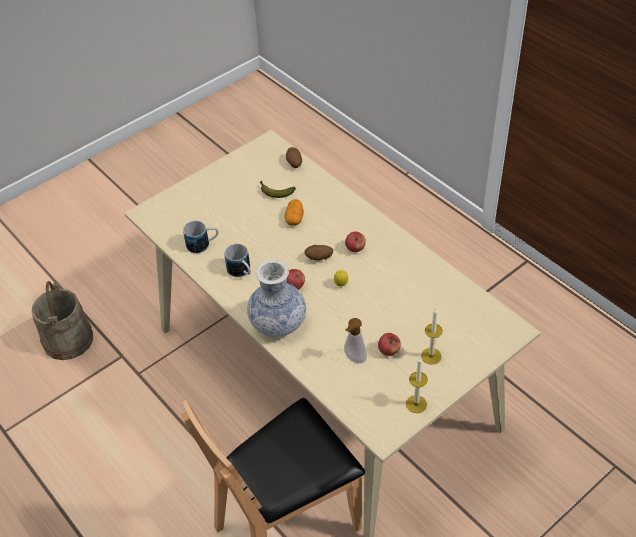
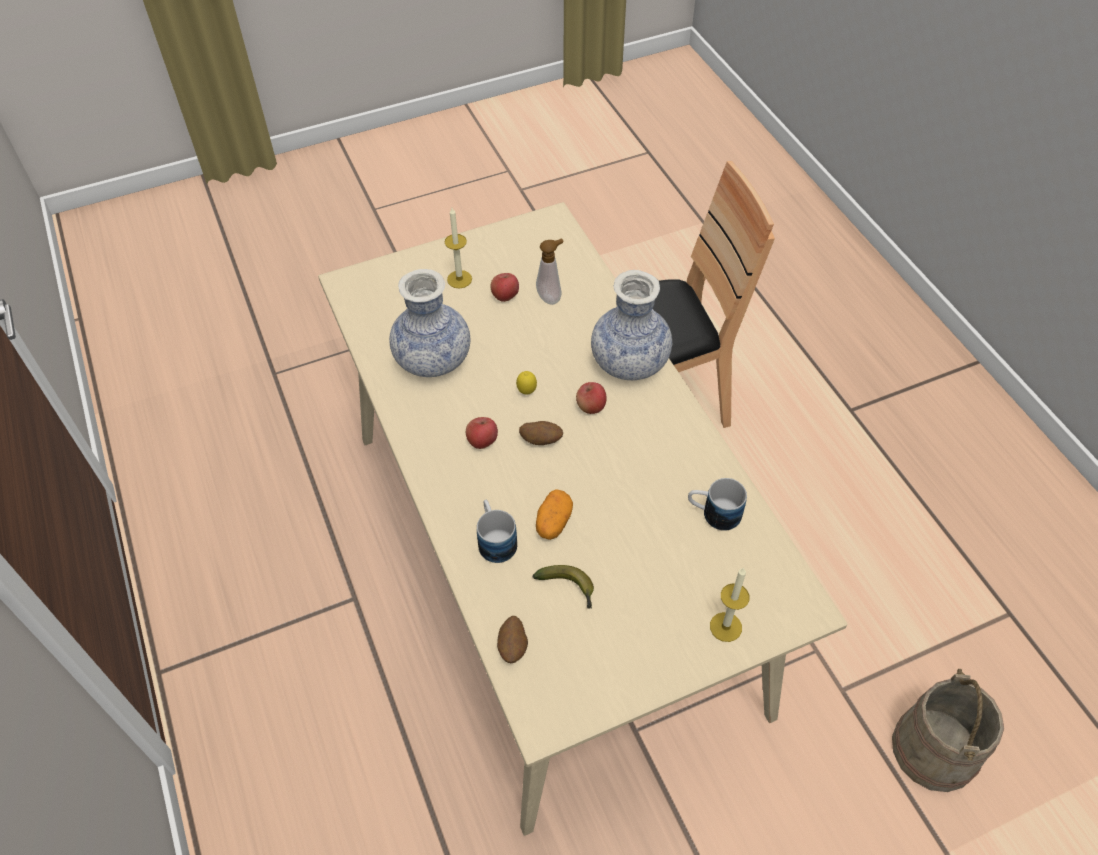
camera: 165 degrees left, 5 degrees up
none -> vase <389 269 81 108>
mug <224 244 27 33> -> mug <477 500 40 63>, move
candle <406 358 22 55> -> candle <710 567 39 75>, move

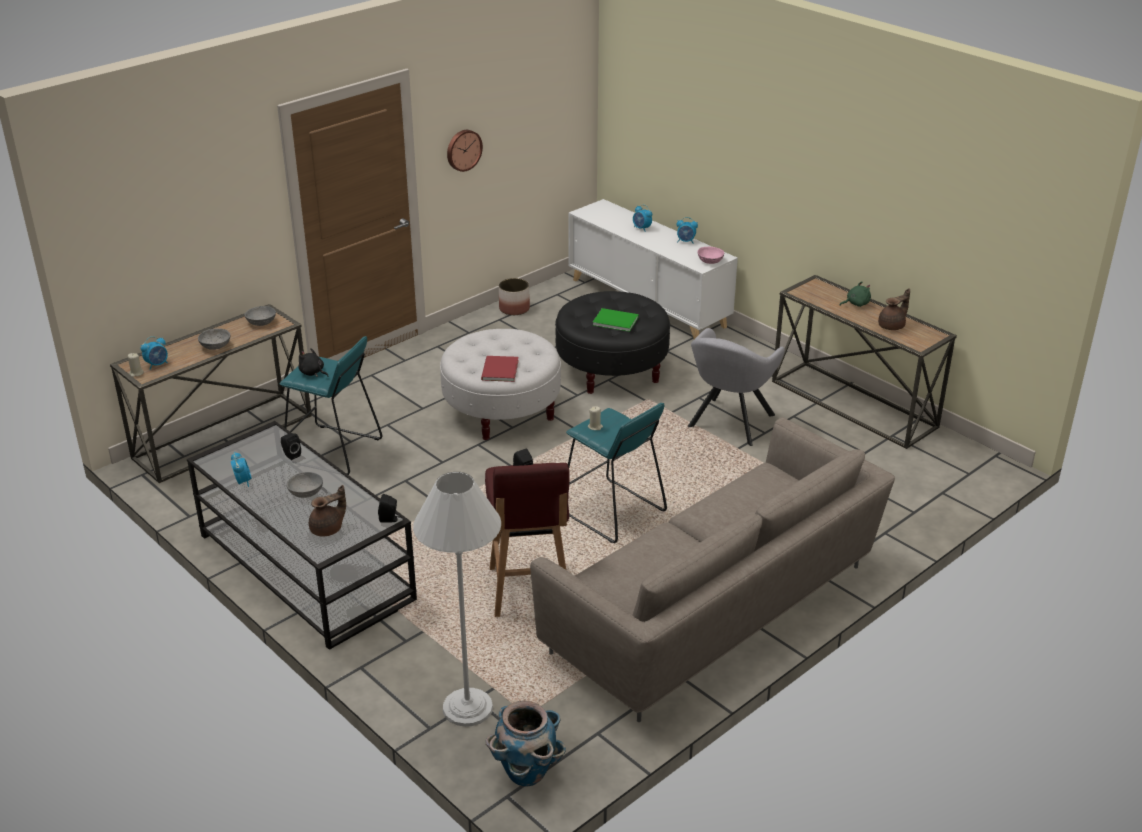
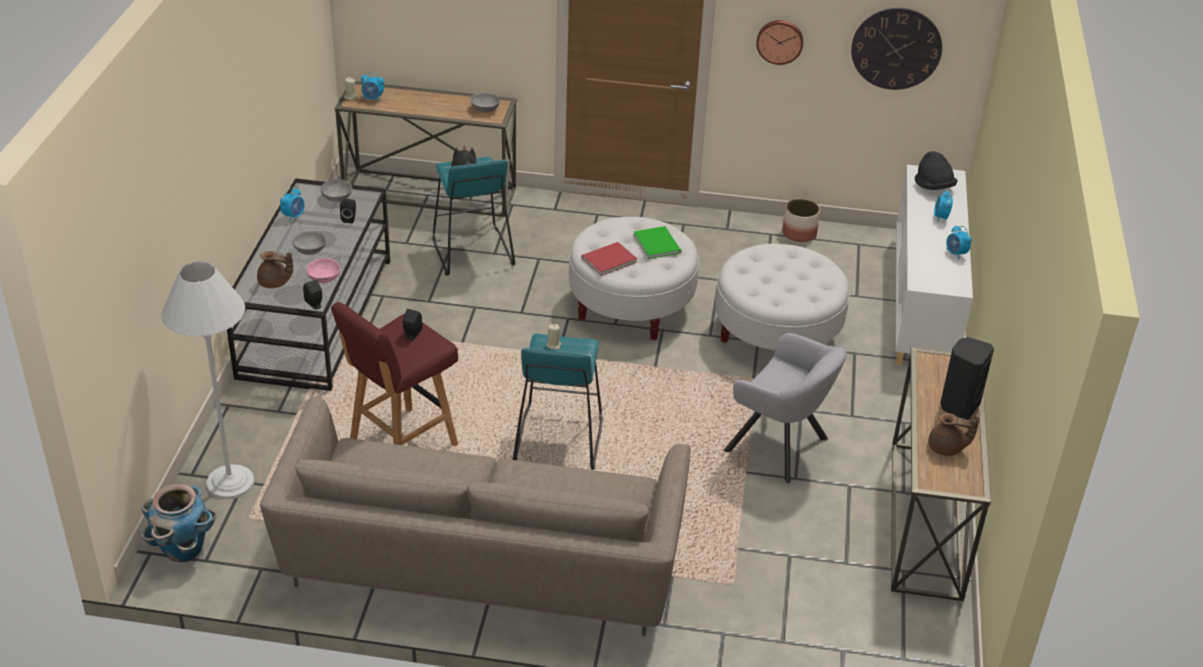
camera: 50 degrees right, 5 degrees up
none -> wall clock <851 8 91 82>
none -> hat (black) <915 151 43 39>
bowl (grey) <198 328 33 22> -> bowl (grey) <320 179 32 23>, move
book (green) <593 308 46 24> -> book (green) <634 226 47 33>, move
bowl (pink) <698 247 26 17> -> bowl (pink) <306 258 35 25>, move
plush toy (green) <839 281 32 26> -> speaker (black) <940 337 54 83>
ottoman (black) <555 291 115 103> -> ottoman (white) <715 244 135 106>
armchair (grey) <688 328 97 118> -> armchair (grey) <723 333 124 150>, 135 degrees counterclockwise

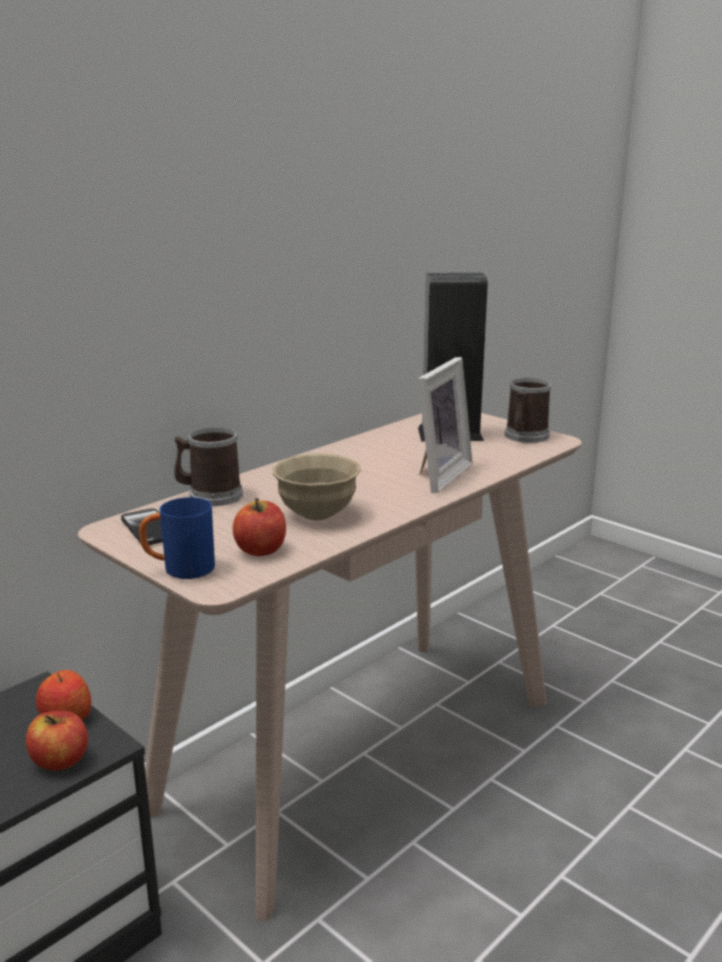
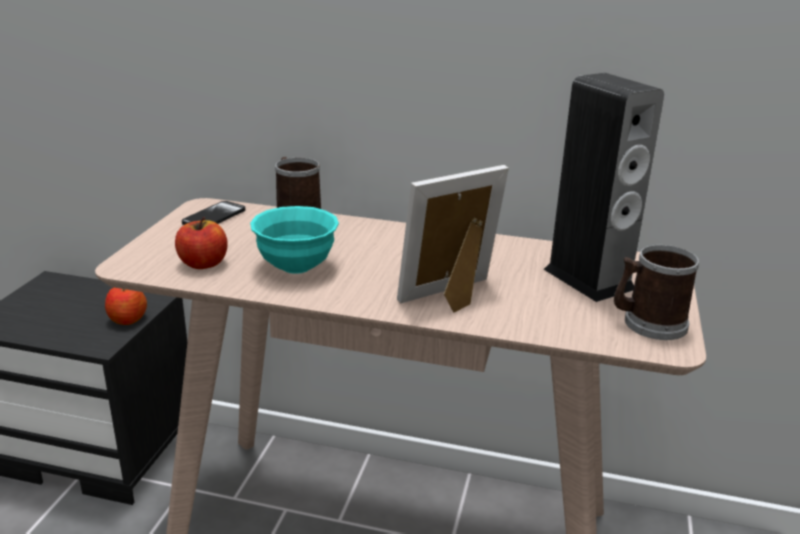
camera: 60 degrees right, 5 degrees up
apple <26 711 62 60> -> none
mug (blue) <139 497 76 82> -> none
bowl (beige) <273 453 88 68> -> bowl (turquoise) <250 206 89 68>
picture frame <418 357 55 136> -> picture frame <397 165 112 148>, 150 degrees clockwise

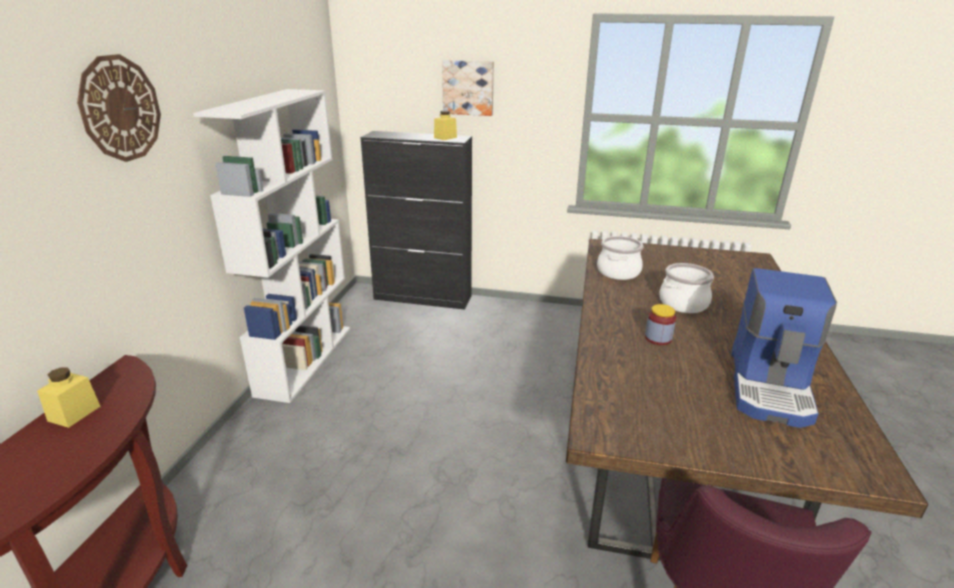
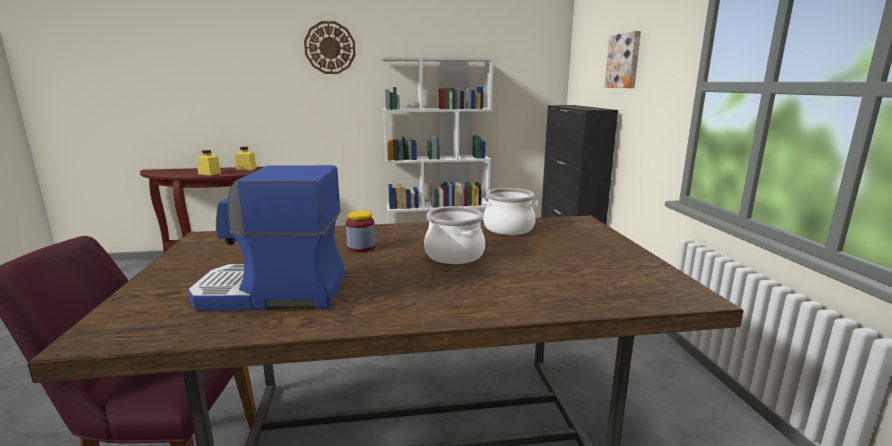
camera: 70 degrees right, 10 degrees down
jar (yellow) <434 111 23 29> -> jar (yellow) <197 150 24 25>, move

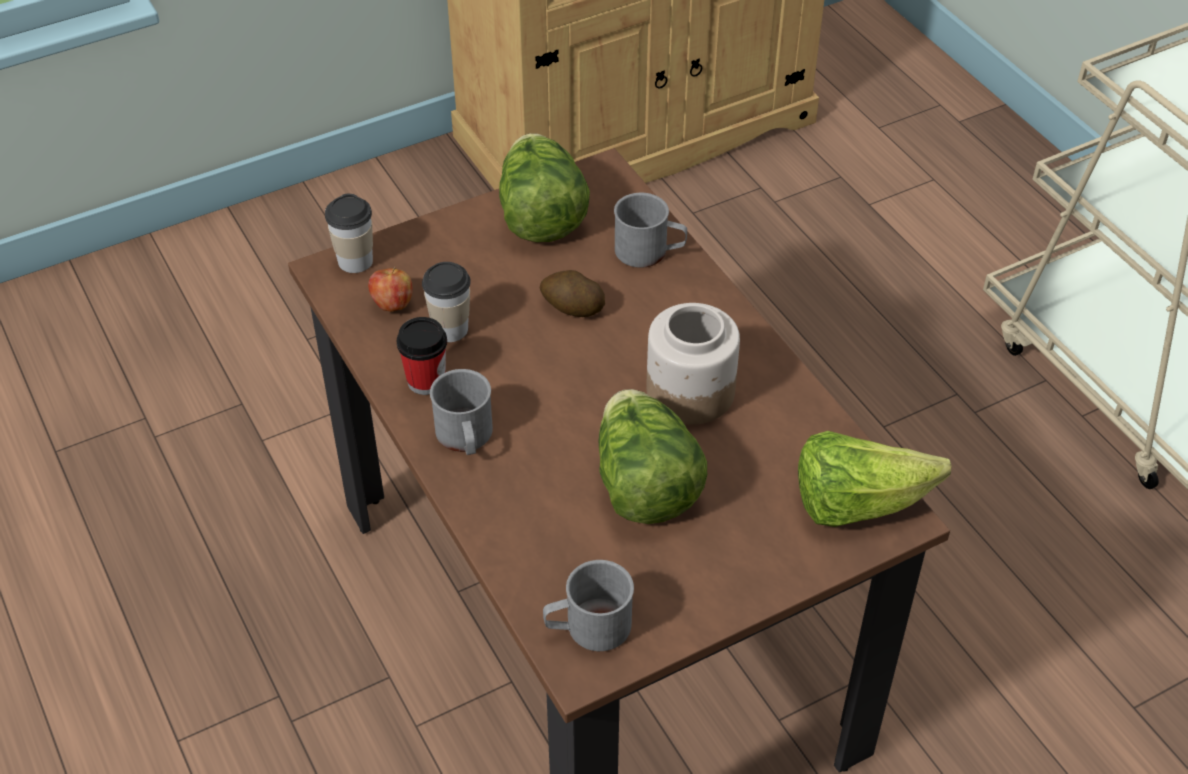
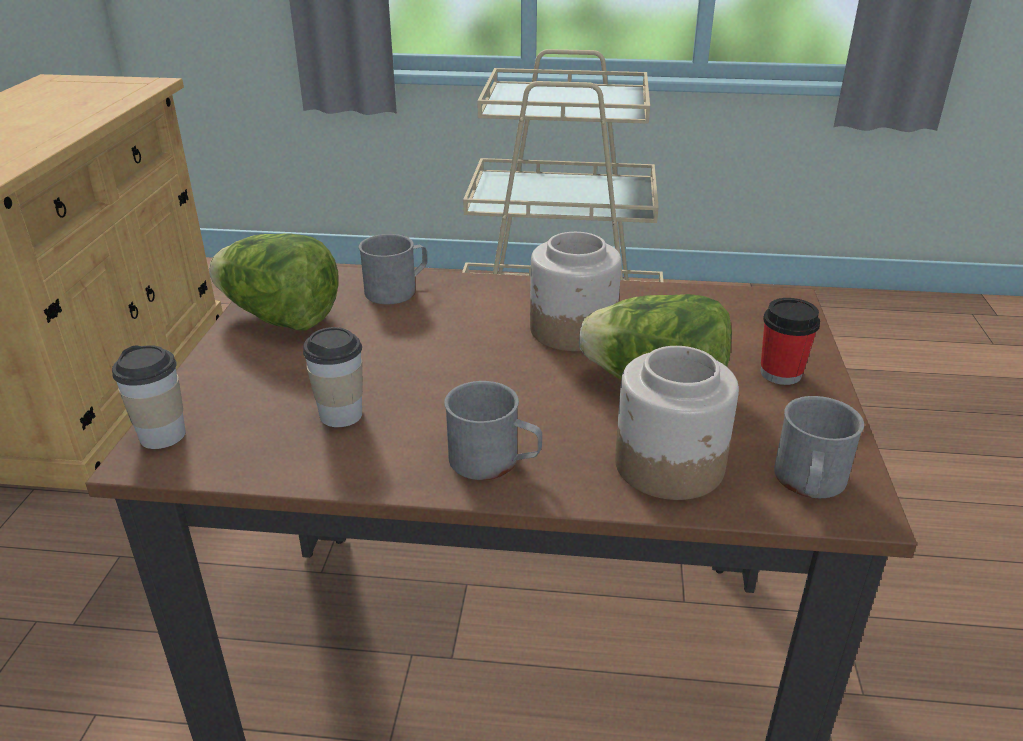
camera: 55 degrees left, 15 degrees down
apple <368 266 45 46> -> none
potato <540 270 65 47> -> none
lettuce <798 431 153 96> -> none
none -> jar <615 346 124 154>
cup <396 317 51 78> -> cup <760 298 60 87>, move

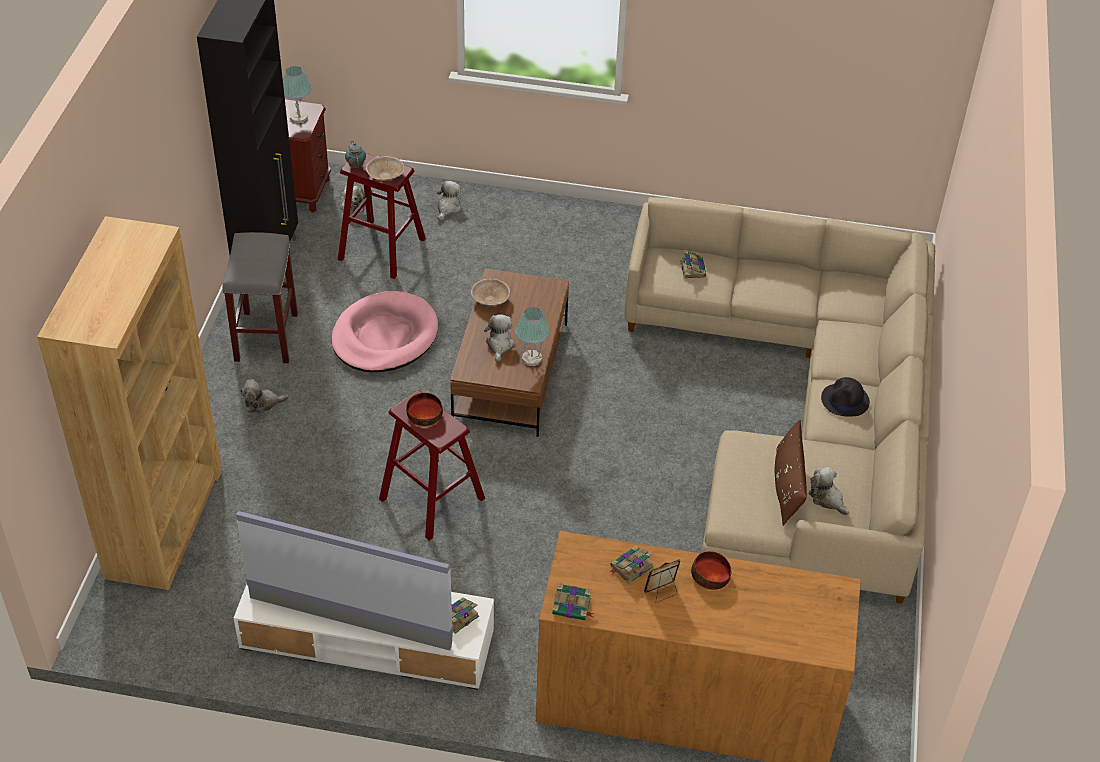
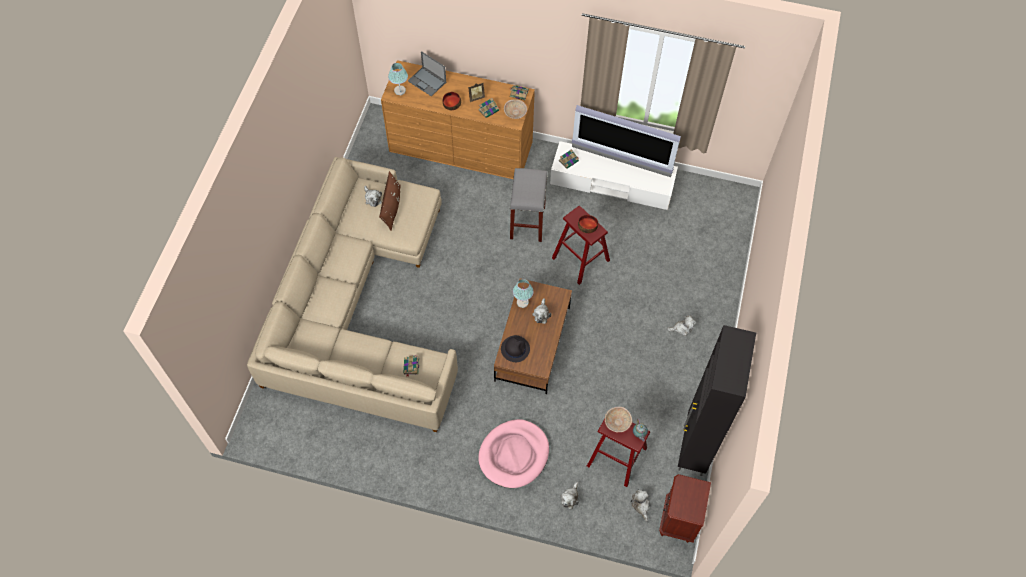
camera: 175 degrees left, 15 degrees up
bookcase (brown) <37 216 185 374> -> none
none -> laptop <408 51 38 45>
stool (grey) <222 232 76 131> -> stool (grey) <510 168 38 74>, move
table lamp <283 66 28 57> -> table lamp <388 63 20 32>, move
dog bed (pink) <331 291 107 81> -> dog bed (pink) <478 419 71 69>, move
bowl (beige) <471 278 39 27> -> bowl (beige) <504 99 23 20>, move
hat (black) <821 377 49 40> -> hat (black) <501 335 29 27>, move

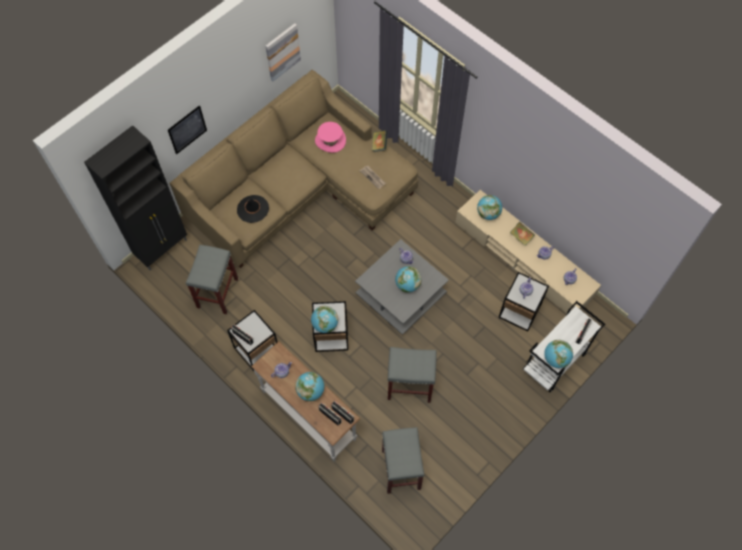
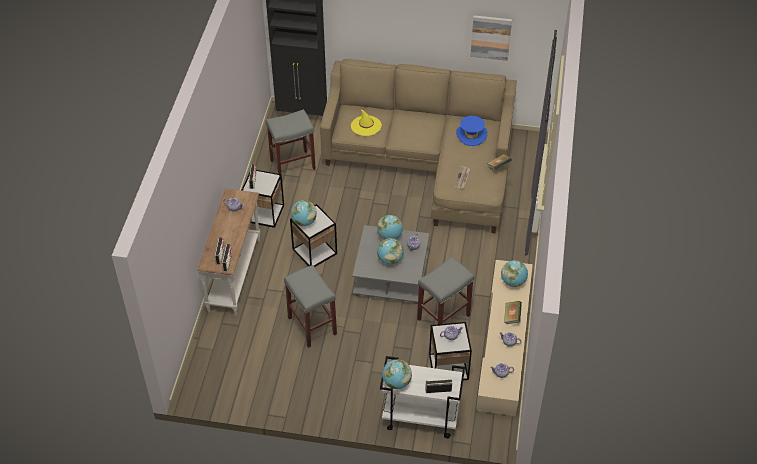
camera: 55 degrees right, 15 degrees down
picture <168 105 39 49> -> none
globe <295 372 29 29> -> globe <377 215 26 25>, move
stool (grey) <382 427 43 67> -> stool (grey) <417 257 57 67>, move
hat (black) <237 195 32 28> -> hat (yellow) <351 109 31 27>
hat (pink) <315 122 31 31> -> hat (blue) <456 116 31 30>

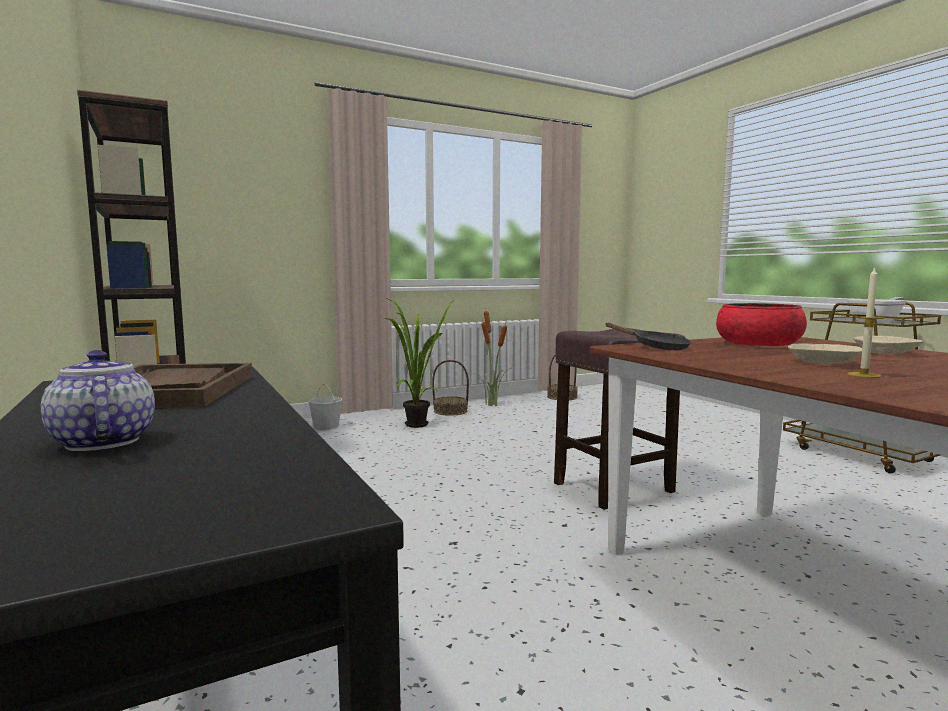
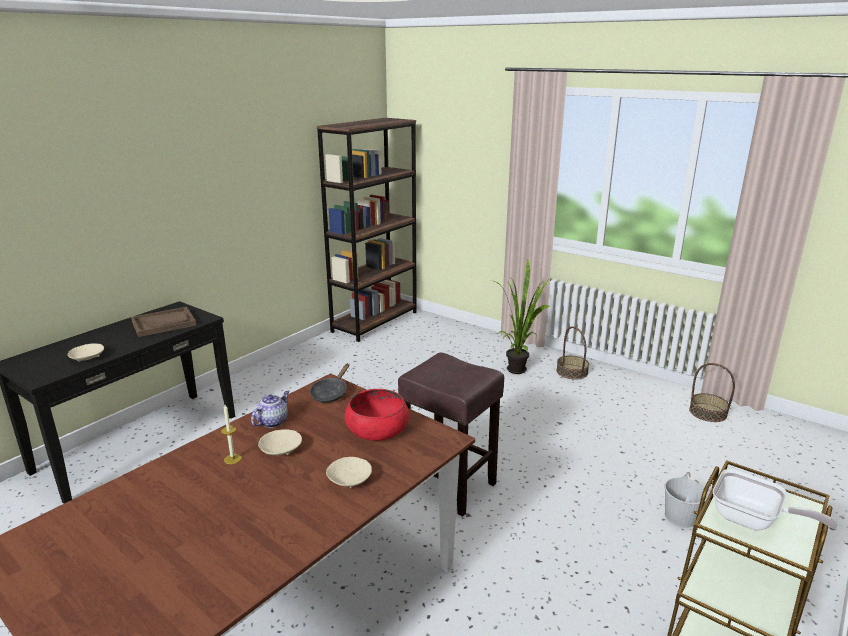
camera: 65 degrees right, 15 degrees up
potted plant <475 307 36 99> -> none
none -> bowl (beige) <68 343 36 19>
teapot <41 350 114 101> -> teapot <251 391 38 37>, move
bucket (white) <308 384 34 46> -> bucket (white) <664 472 44 56>, move

